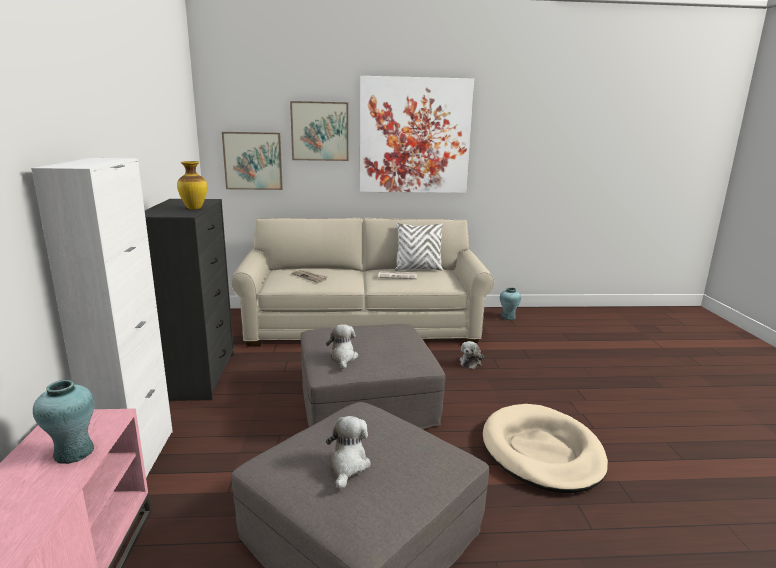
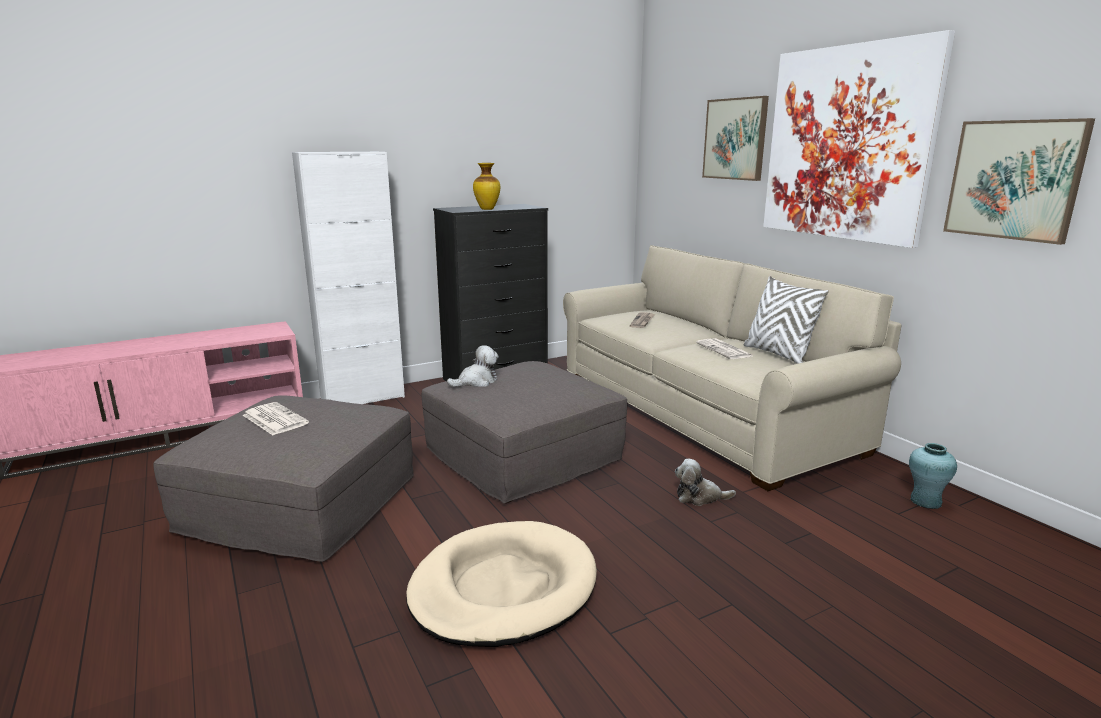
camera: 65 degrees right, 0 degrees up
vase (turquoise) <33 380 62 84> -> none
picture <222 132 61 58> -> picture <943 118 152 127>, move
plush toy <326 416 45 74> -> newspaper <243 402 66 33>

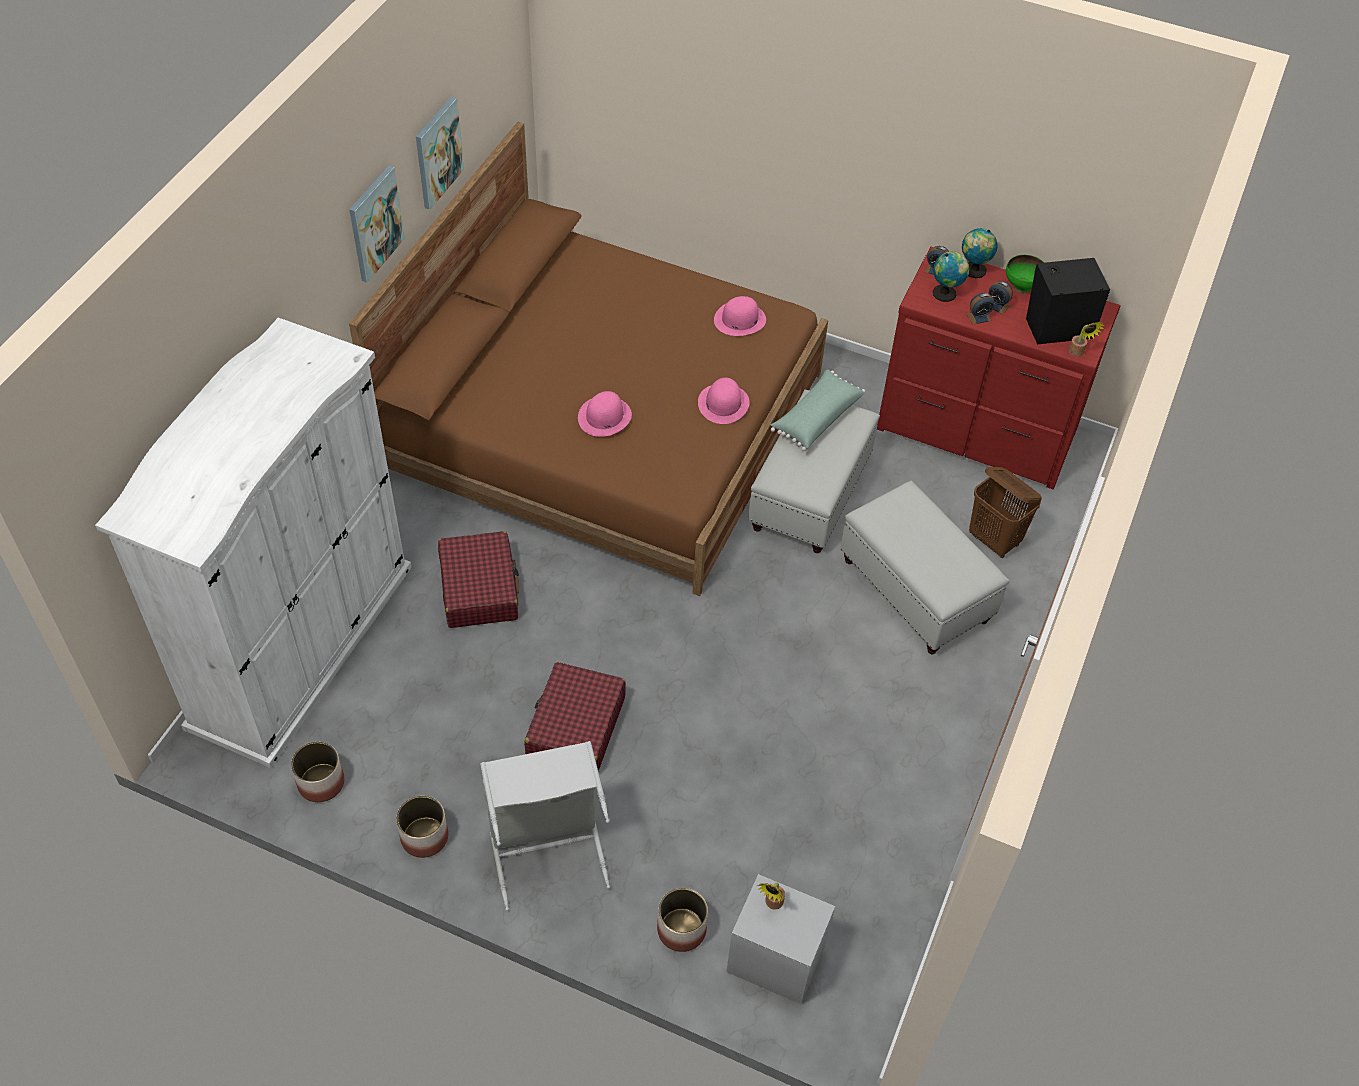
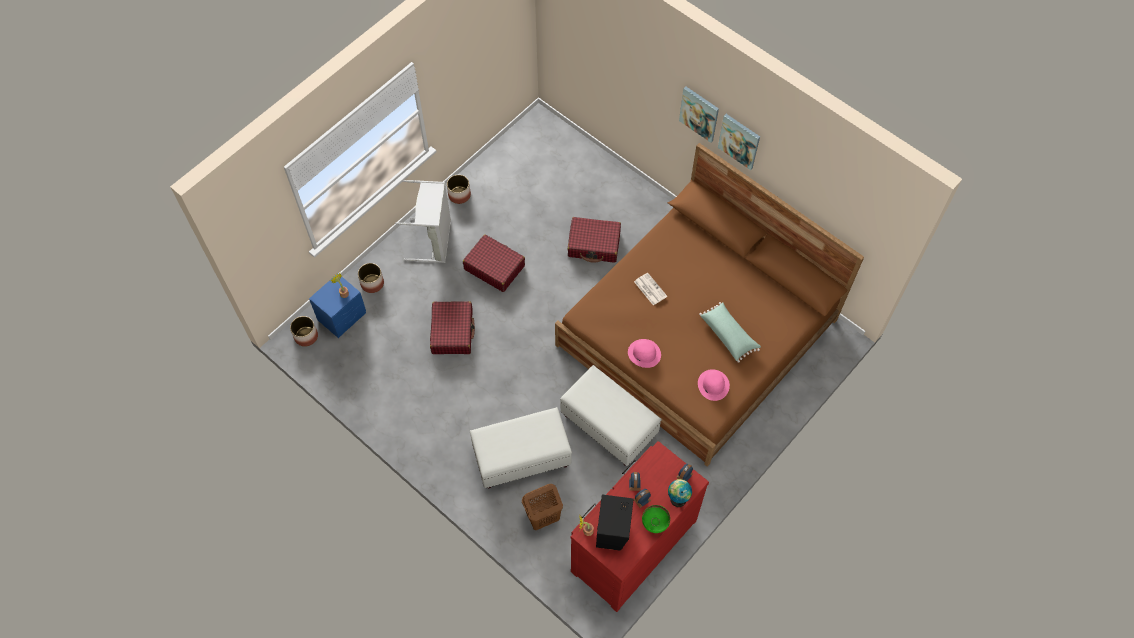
camera: 110 degrees right, 10 degrees up
wardrobe (white) <95 318 317 450> -> none
globe <933 251 36 51> -> none
none -> suitcase (red) <430 301 45 53>
planter <291 742 53 60> -> planter <290 316 28 31>, move
picture <416 96 48 114> -> picture <679 86 40 57>, move
pillow (green) <771 369 94 82> -> pillow (green) <699 302 62 61>, move
hat (pink) <578 391 54 46> -> newspaper <634 273 33 32>
nightstand (grey) <726 874 109 130> -> nightstand (blue) <309 273 57 65>

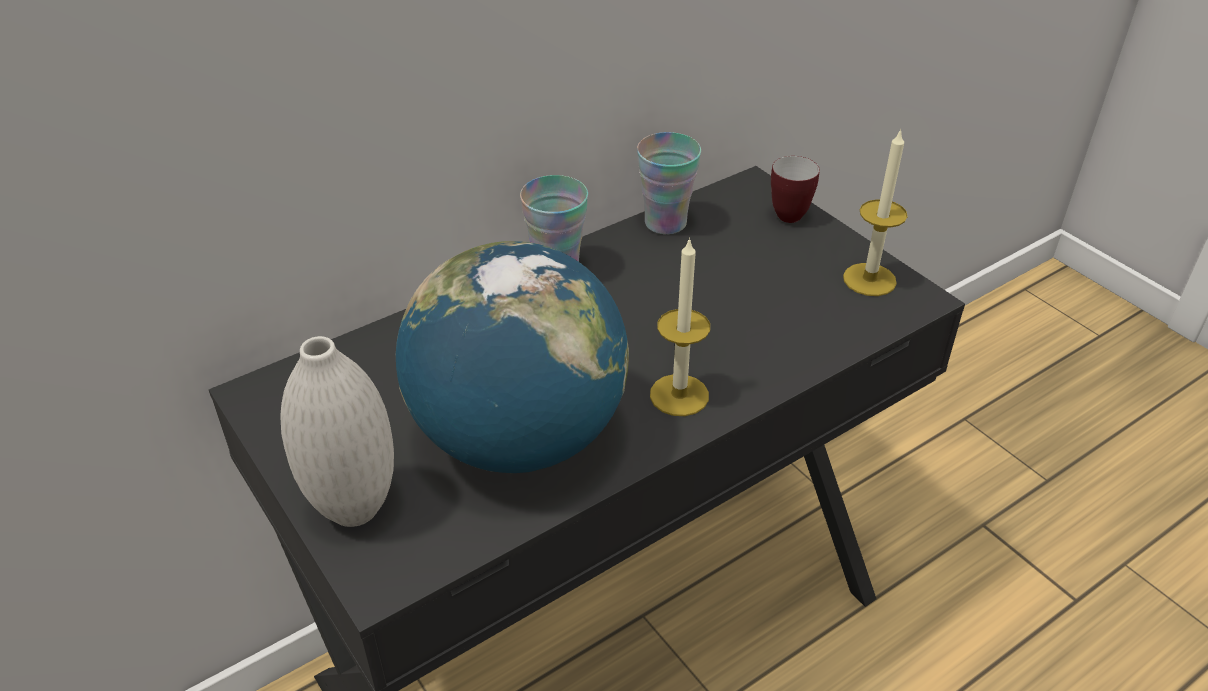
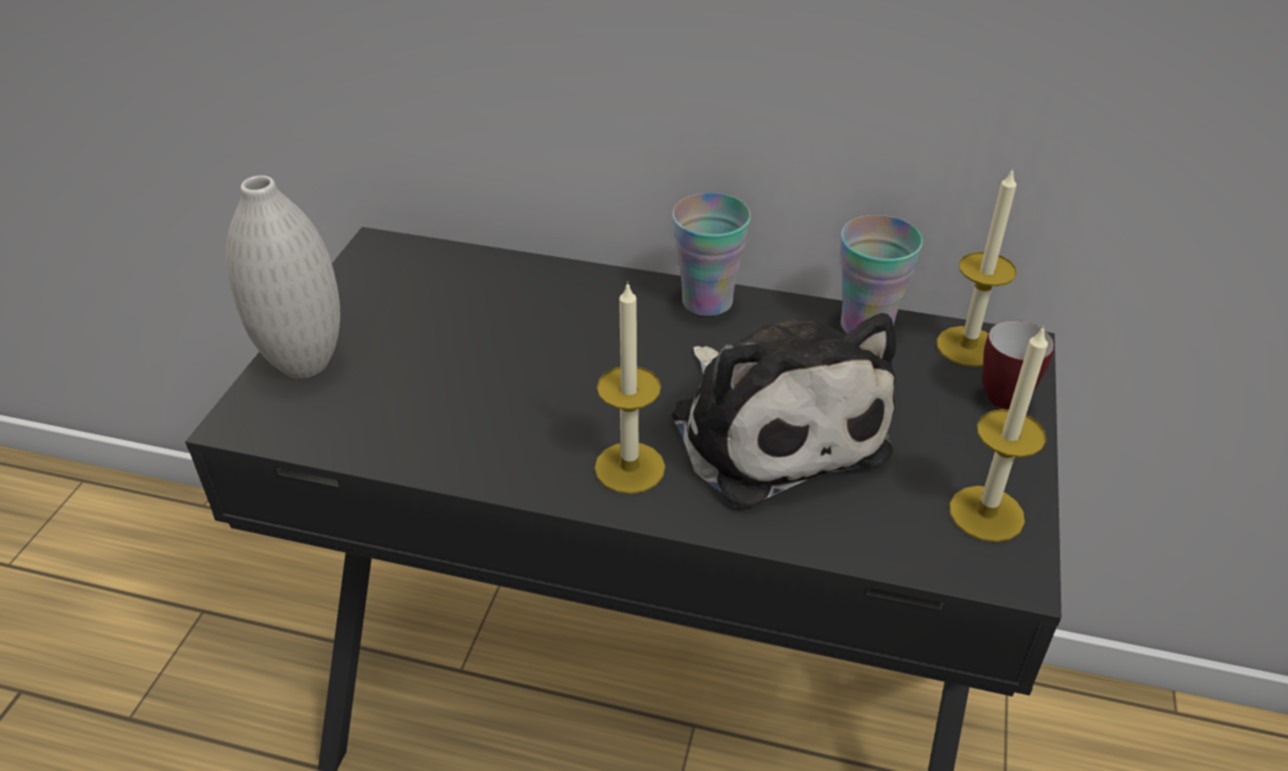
camera: 50 degrees right, 0 degrees up
globe <396 241 233 232> -> none
none -> plush toy <671 313 225 195>
none -> candle <937 168 80 199>

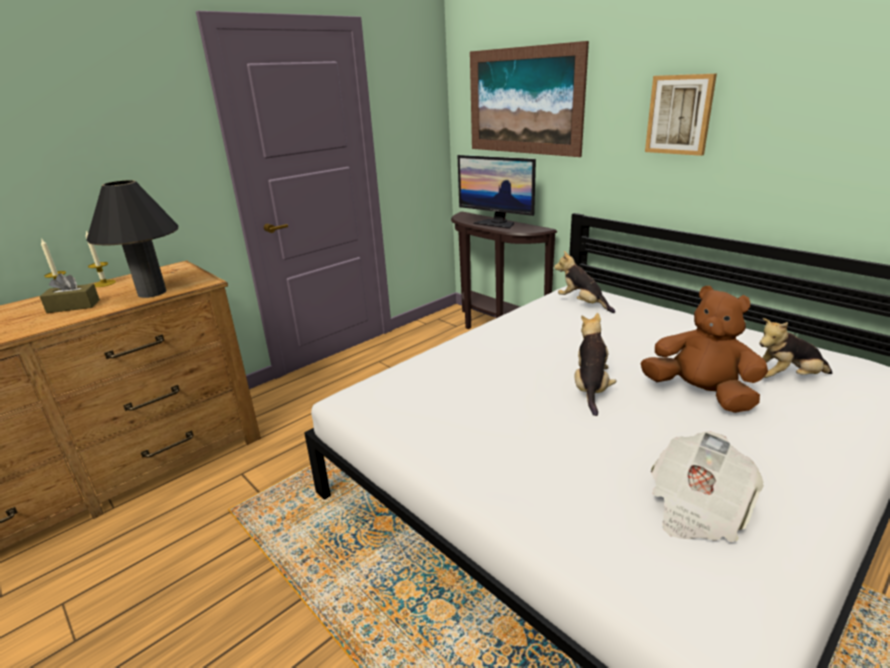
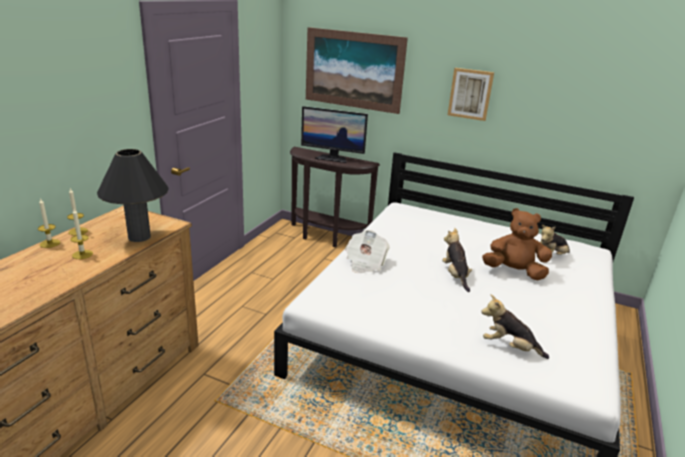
camera: 25 degrees left, 0 degrees up
plush toy <554 251 61 62> -> plush toy <481 294 68 65>, move
newspaper <651 431 113 111> -> newspaper <345 230 45 43>, move
tissue box (brown) <40 273 60 40> -> candle <71 209 22 50>

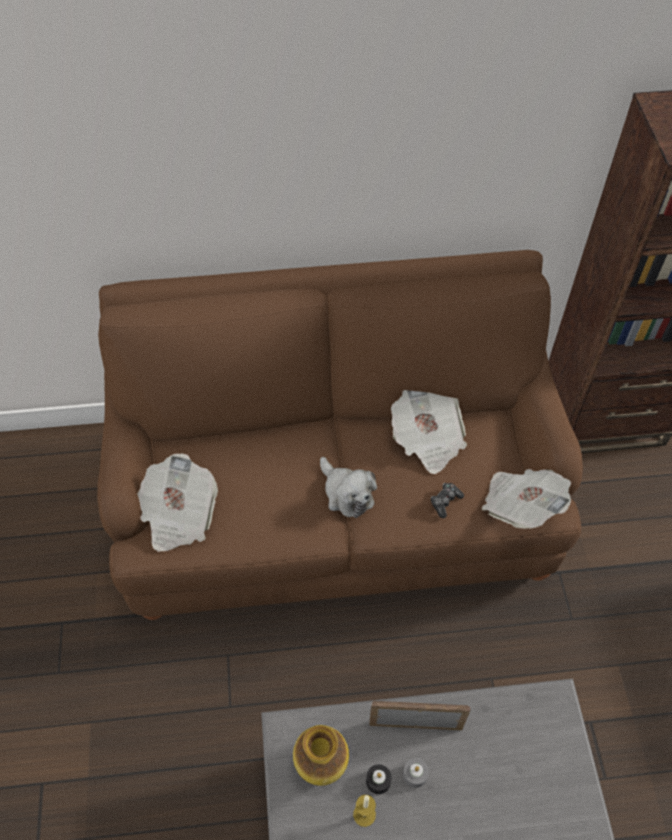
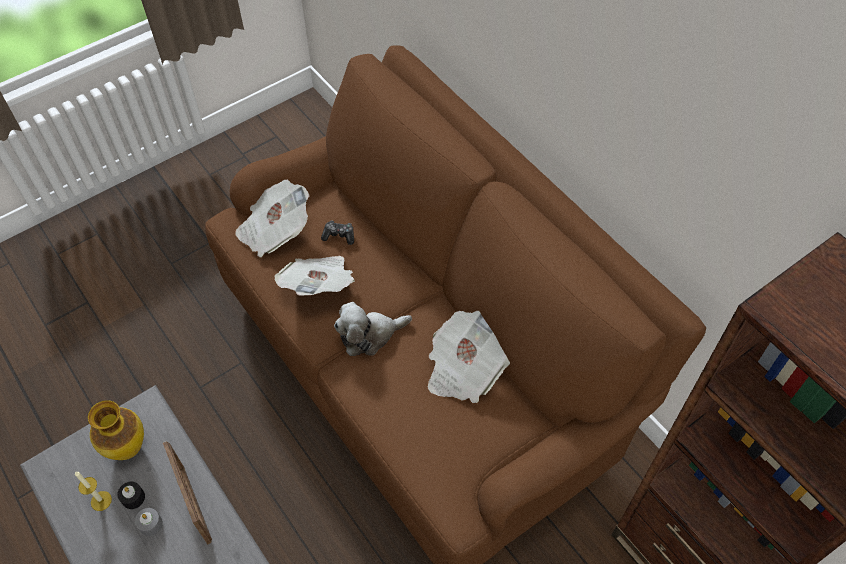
camera: 60 degrees right, 0 degrees up
game controller <431 483 33 35> -> game controller <321 220 33 25>, move
newspaper <482 469 89 60> -> newspaper <274 256 81 40>, move
plush toy <320 457 57 61> -> plush toy <334 302 78 54>, 45 degrees clockwise

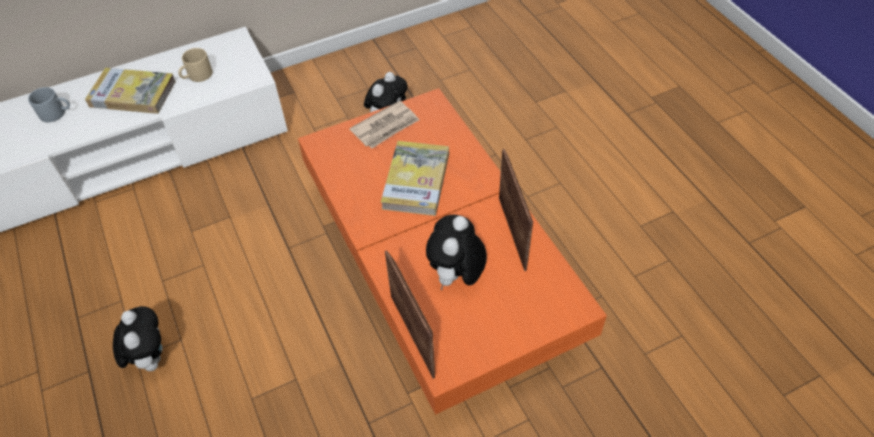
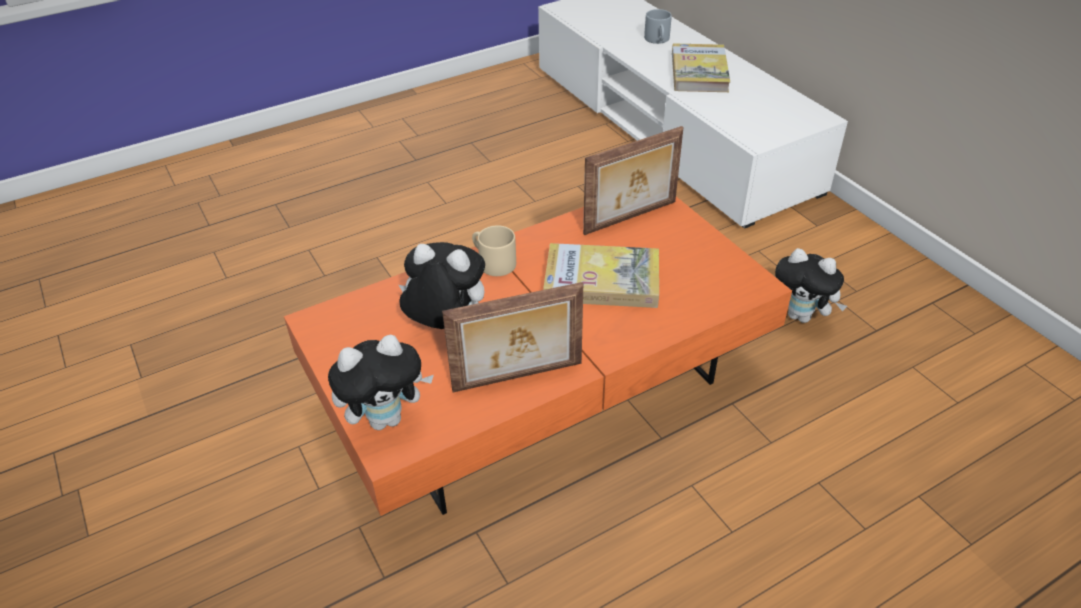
camera: 85 degrees right, 10 degrees down
newspaper <349 101 70 47> -> none
plush toy <113 306 50 65> -> plush toy <328 335 106 95>, move
mug (beige) <178 48 35 34> -> mug (beige) <472 225 44 51>, move
picture frame <385 251 50 128> -> picture frame <583 126 101 109>, move

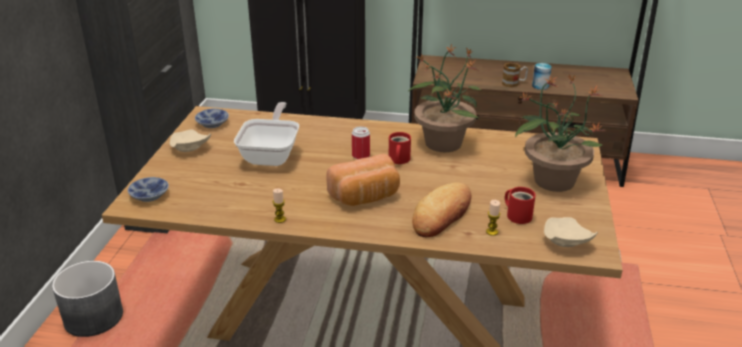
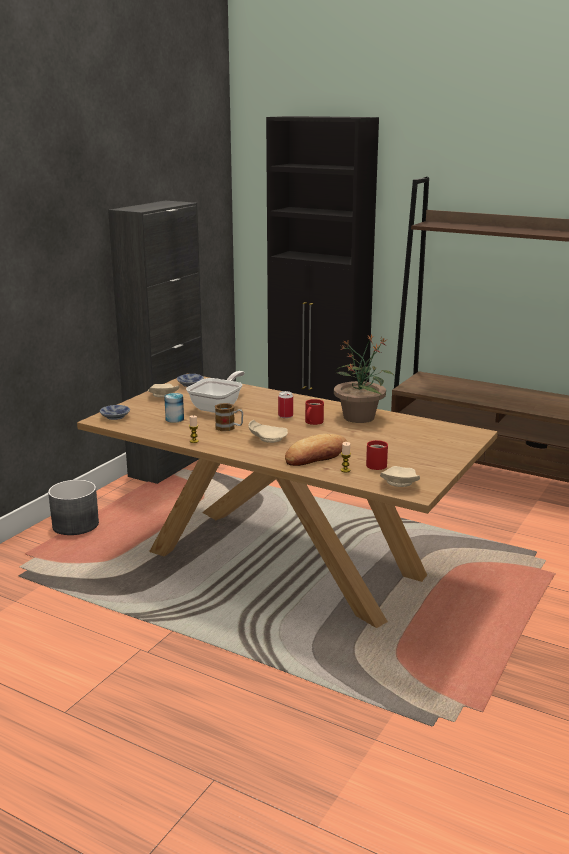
camera: 20 degrees right, 10 degrees down
potted plant <515 74 89 118> -> none
mug <502 63 26 25> -> mug <215 403 28 28>, move
can <532 63 20 27> -> can <164 393 20 30>, move
bread <326 154 74 52> -> plate (beige) <249 420 39 23>

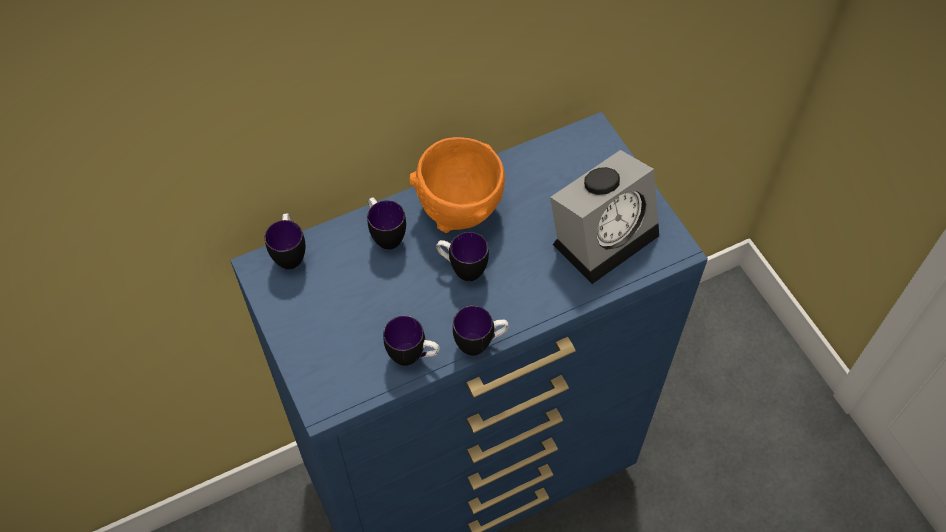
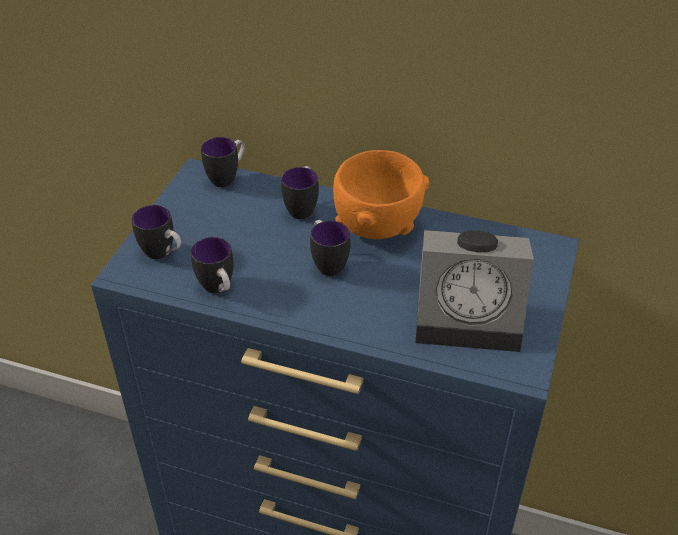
camera: 45 degrees right, 15 degrees down
mug <453 306 56 50> -> mug <132 205 49 54>, move

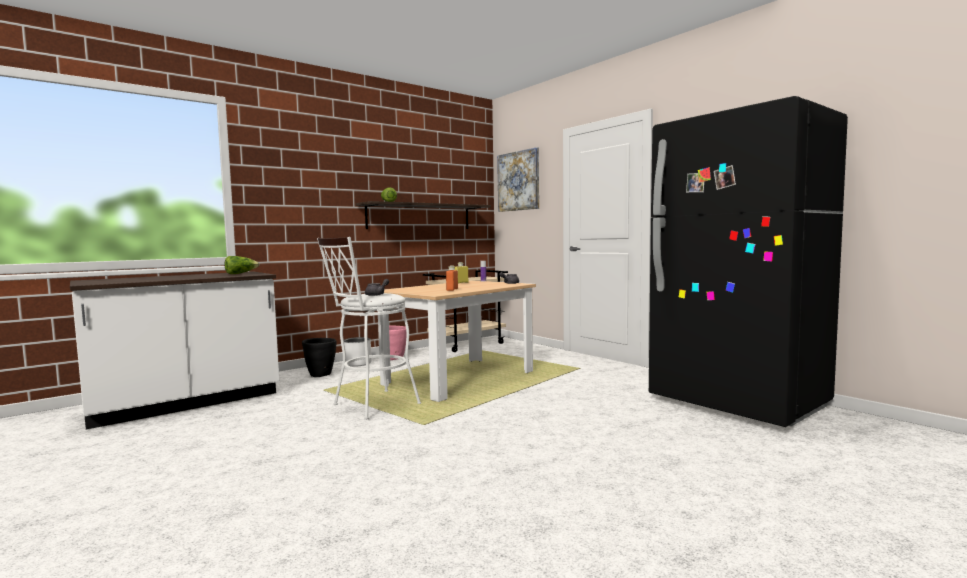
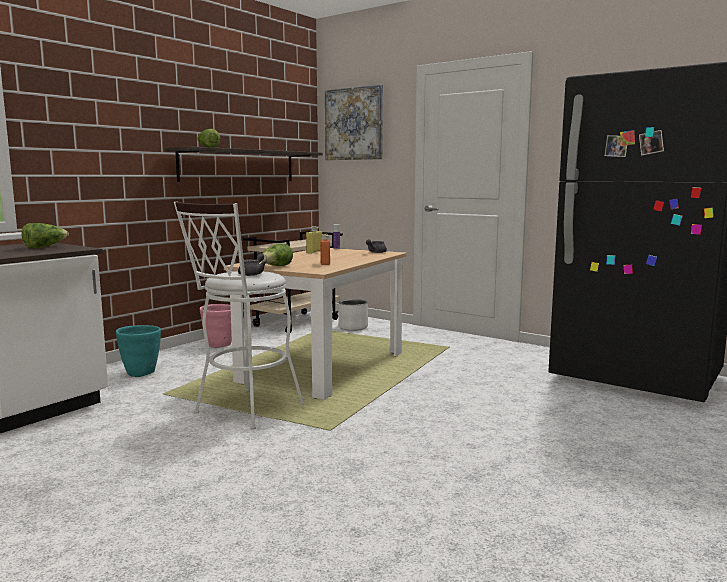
camera: 15 degrees left, 5 degrees up
none -> lettuce <262 243 31 23>
planter (white) <344 337 28 30> -> planter (white) <338 299 30 32>, move
planter (black) <302 338 35 39> -> planter (turquoise) <116 325 45 52>

